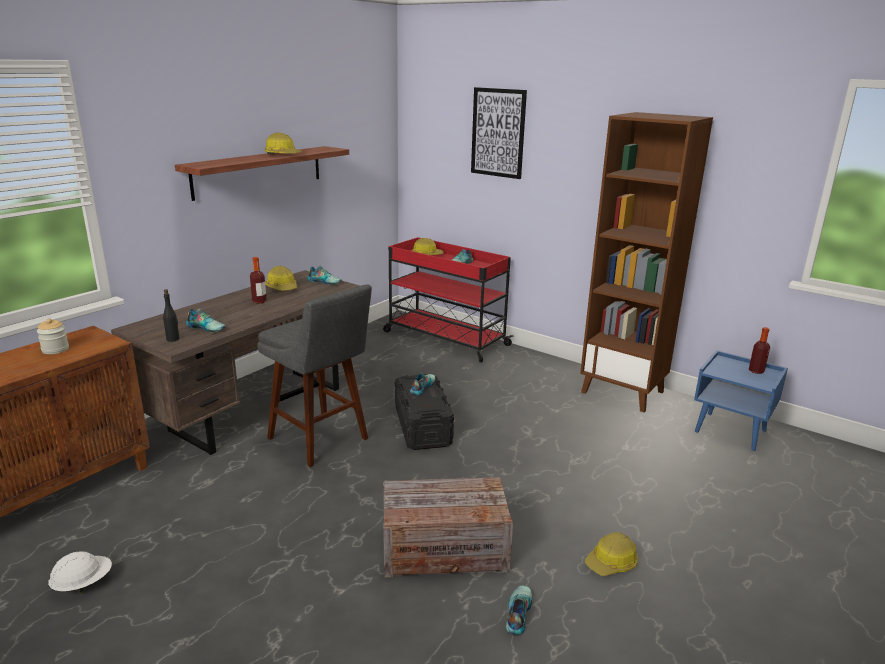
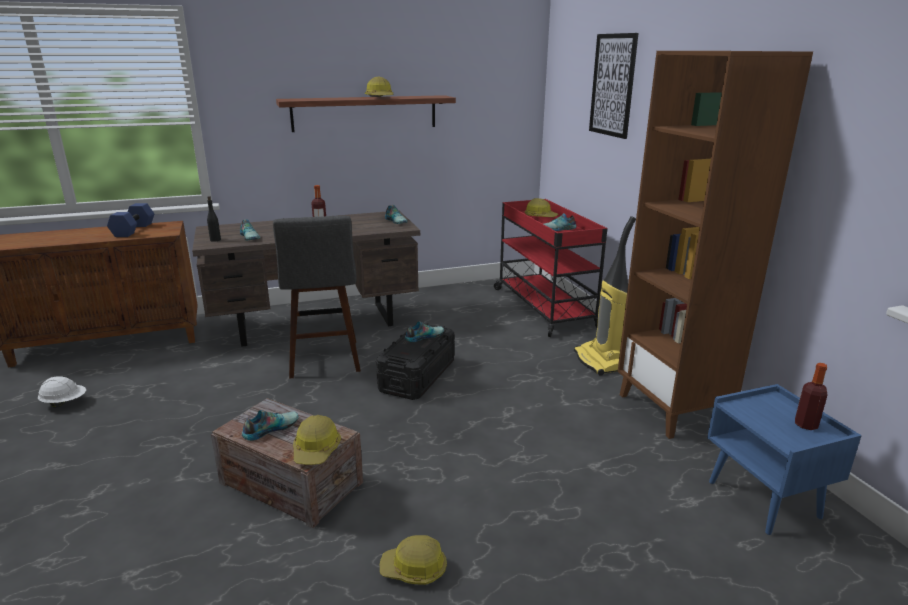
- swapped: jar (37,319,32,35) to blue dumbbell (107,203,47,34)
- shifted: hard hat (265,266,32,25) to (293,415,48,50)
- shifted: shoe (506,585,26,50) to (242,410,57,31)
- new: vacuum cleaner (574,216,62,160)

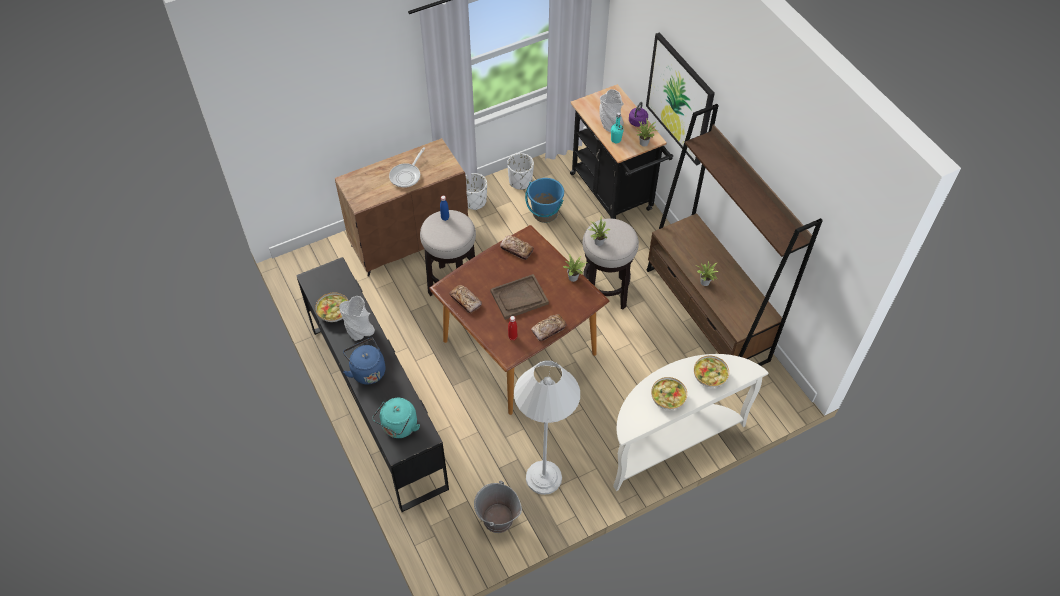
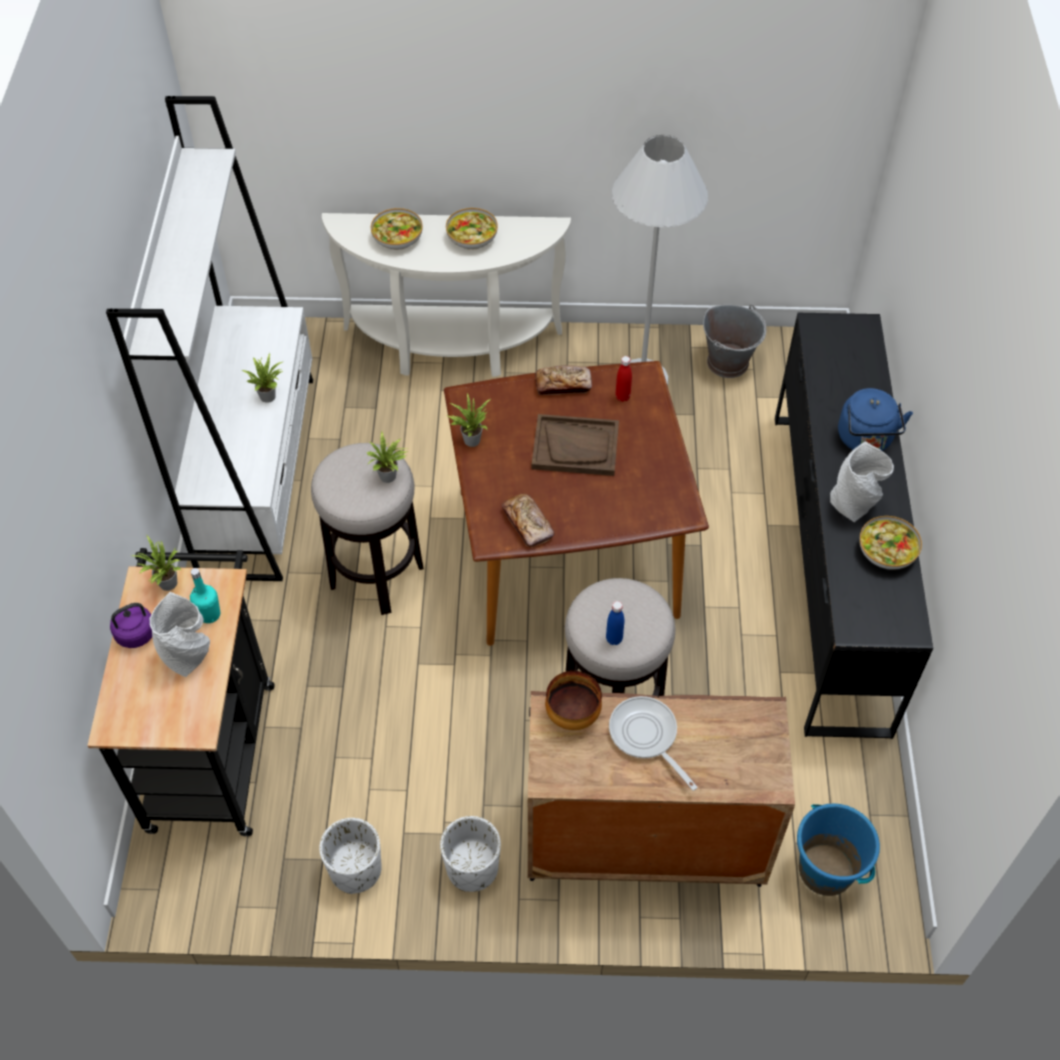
- gone: turquoise kettle (372,398,48,40)
- rotated: frying pan (389,147,36,41) = (609,696,89,95) 90 degrees counterclockwise
- gone: bread (449,285,33,28)
- shifted: blue bucket (525,178,39,45) to (797,803,83,93)
- gone: picture (646,32,69,134)
- repainted: brown bookcase (646,104,177,262) to white bookcase (106,96,207,485)
- new: bowl (545,671,57,59)

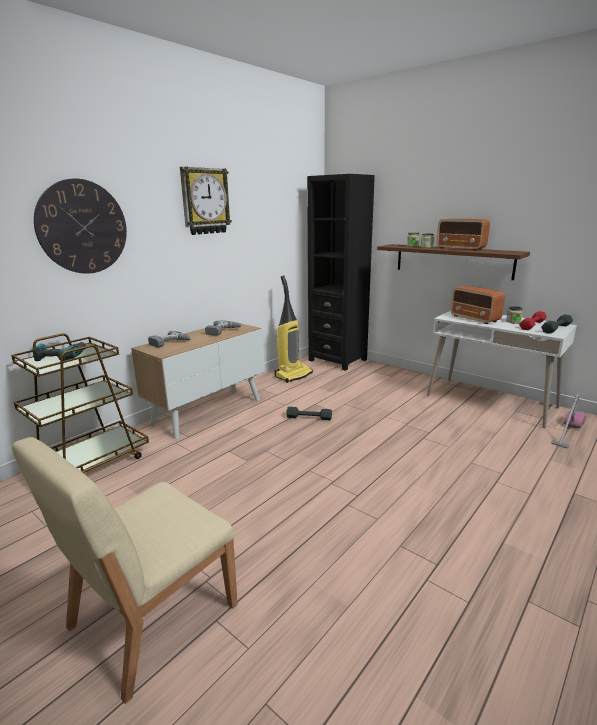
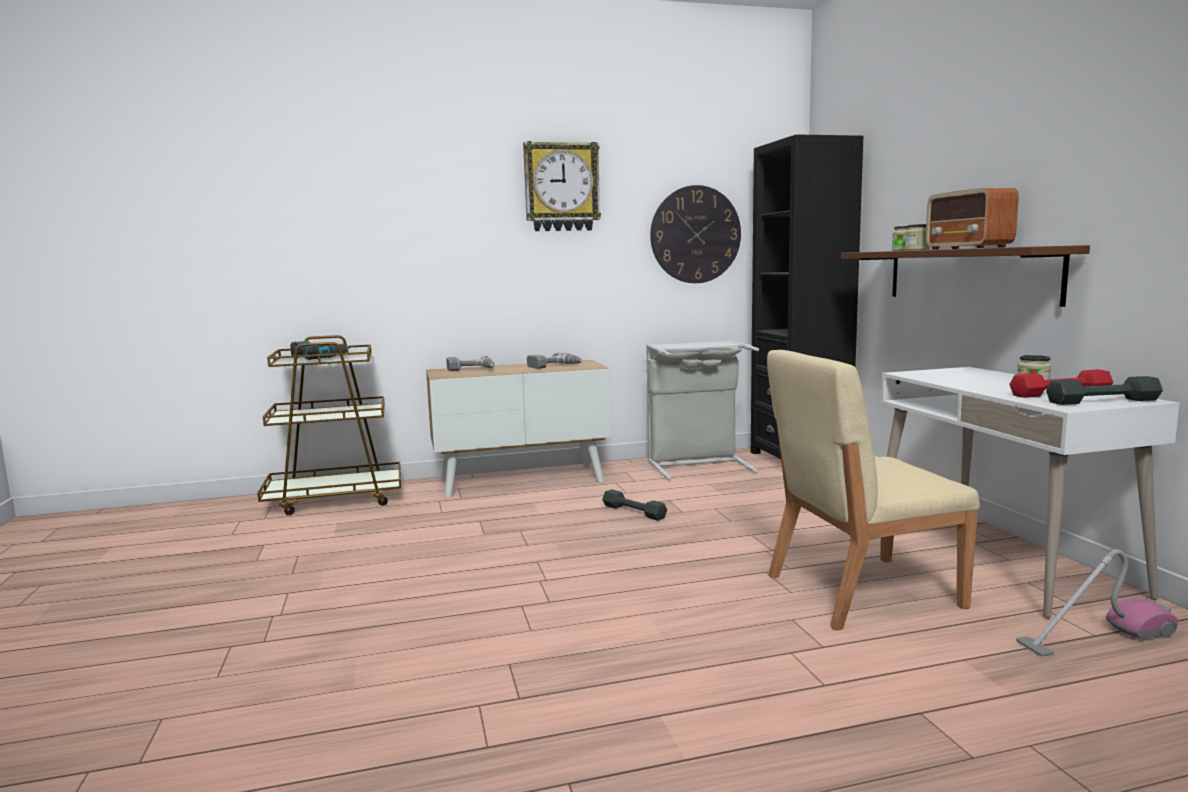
- shifted: beige chair (12,437,225,267) to (767,350,213,280)
- shifted: wall clock (34,178,93,96) to (650,185,91,98)
- swapped: vacuum cleaner (275,276,38,107) to grey laundry basket (646,340,113,140)
- gone: radio (451,286,54,38)

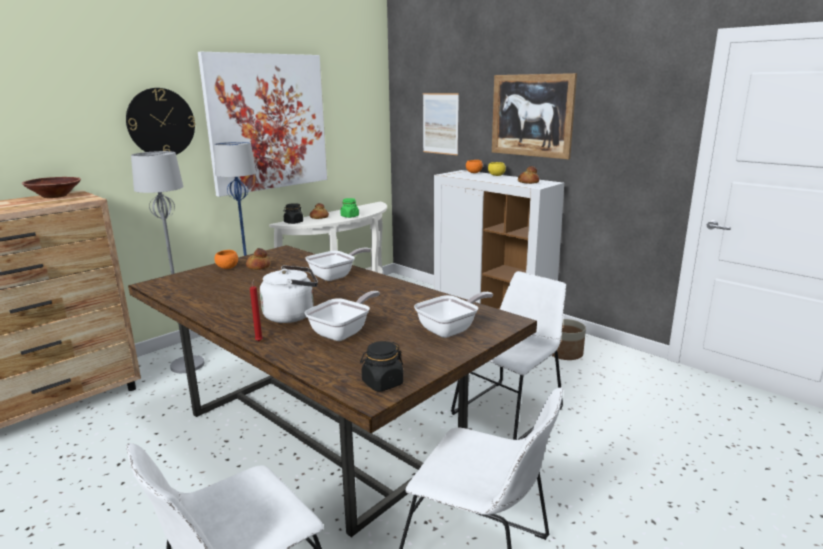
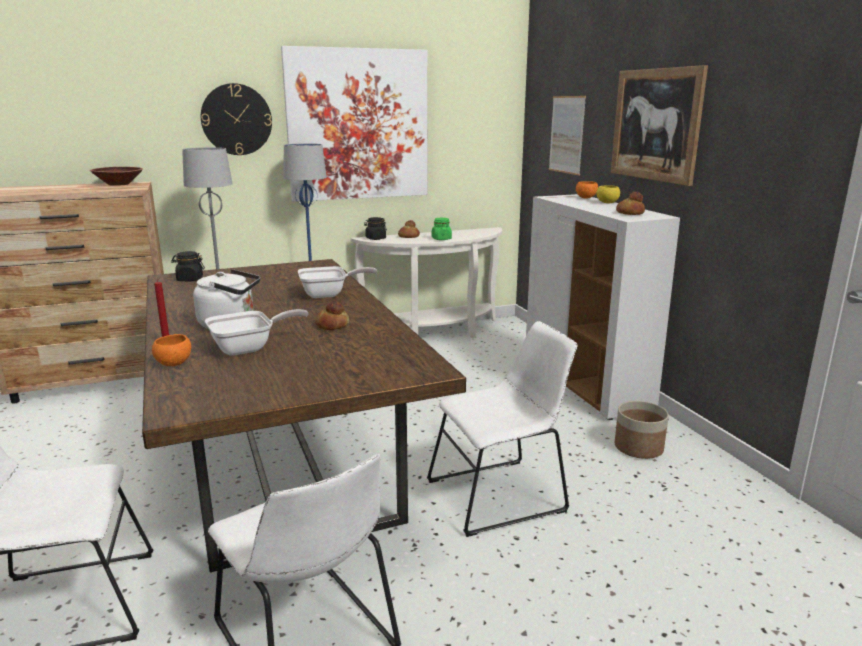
- shifted: orange bowl (214,250,24,19) to (152,334,39,32)
- shifted: bread (246,248,25,22) to (315,300,34,30)
- shifted: black jar (360,341,44,51) to (171,251,34,31)
- gone: frying pan (414,292,79,46)

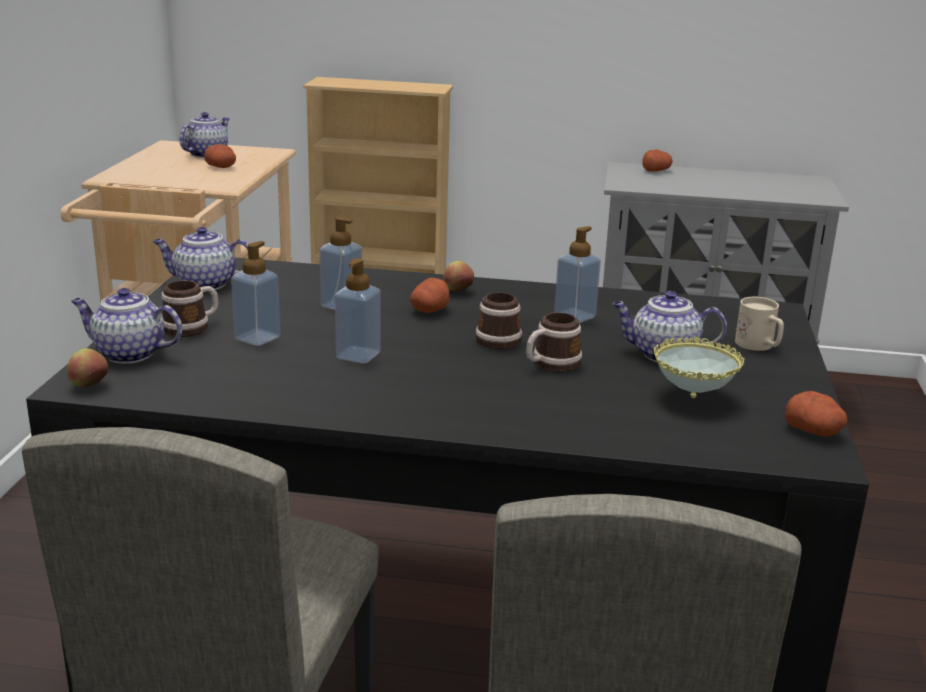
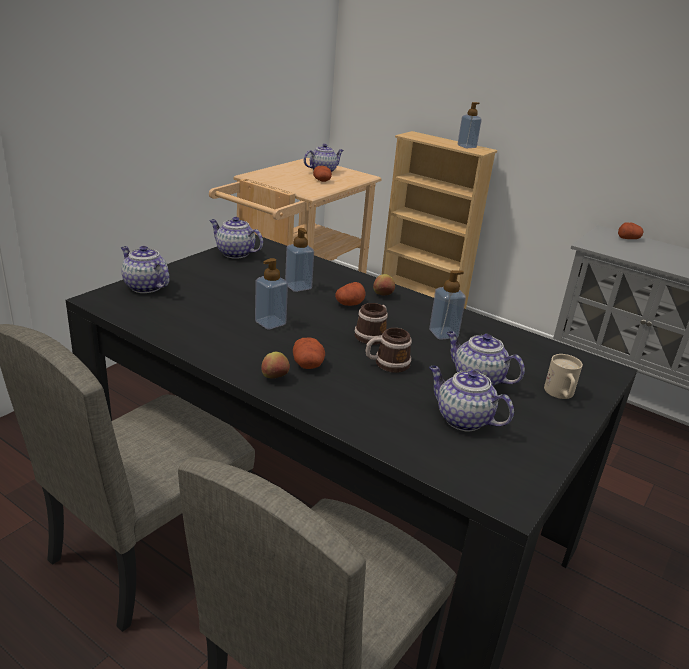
- shifted: apple (67,348,41,39) to (261,352,29,27)
- gone: mug (161,281,58,56)
- shifted: soap dispenser (231,241,49,105) to (458,102,24,46)
- swapped: bowl (653,337,91,61) to teapot (429,366,85,66)
- shifted: potato (785,391,63,46) to (293,337,32,32)

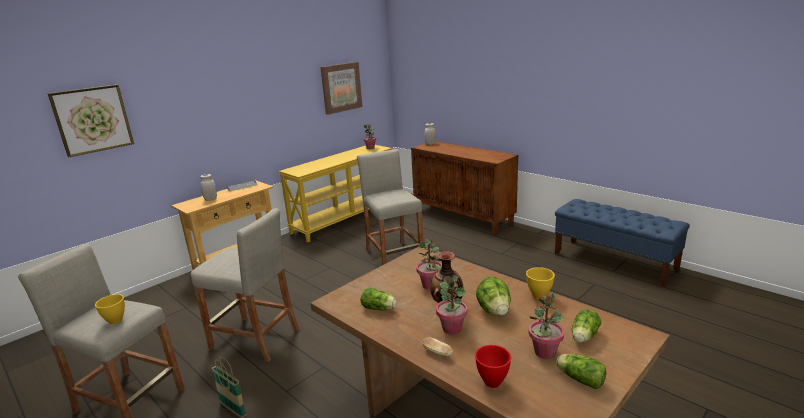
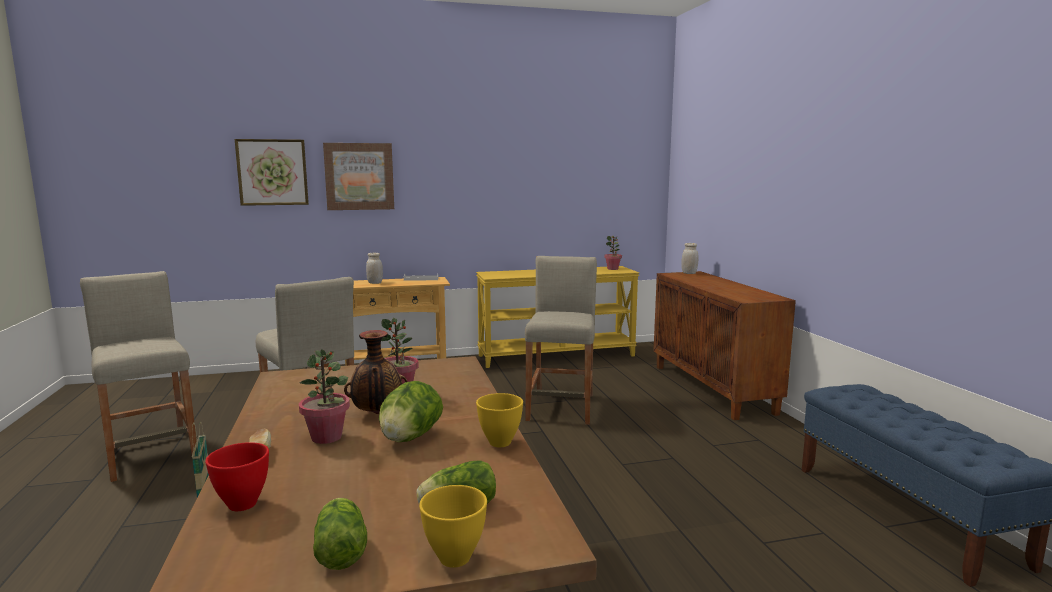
- shifted: yellow bowl (95,294,30,31) to (419,485,68,83)
- shifted: picture (320,62,42,53) to (323,143,71,67)
- gone: lettuce (361,288,36,22)
- gone: potted plant (528,293,36,66)

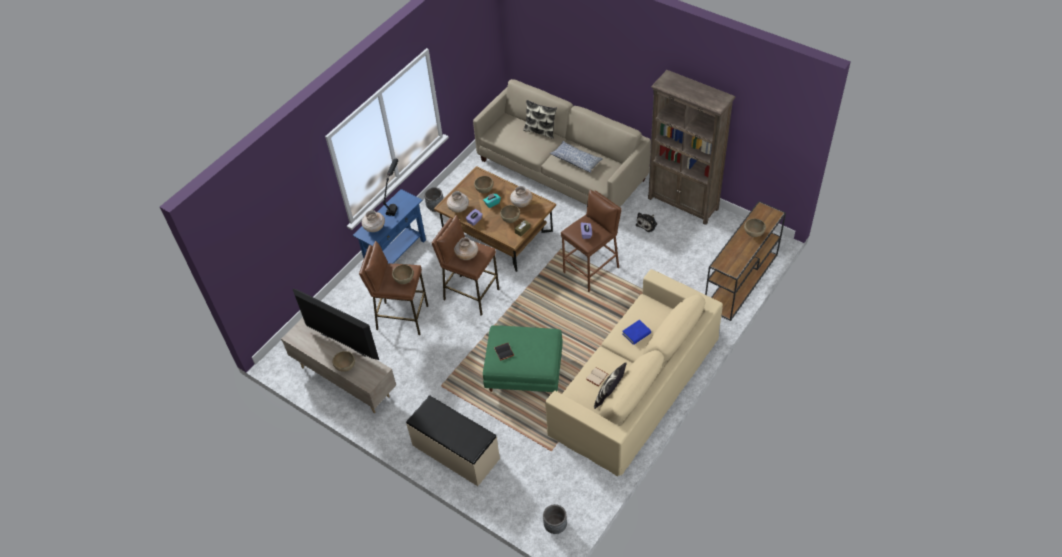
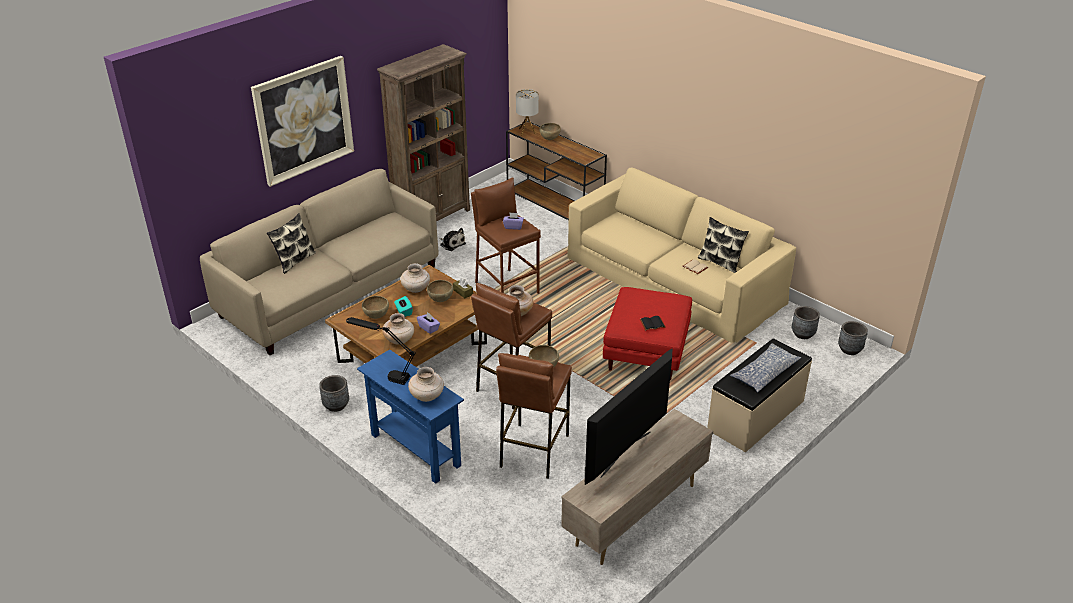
- gone: brown bowl (332,351,23,21)
- repainted: green ottoman (483,325,80,67) to red ottoman (603,287,89,93)
- shifted: pillow (549,141,54,32) to (730,343,71,50)
- gone: blue book (623,319,28,26)
- new: picture (251,56,103,131)
- new: table lamp (516,89,23,46)
- new: grey planter (792,306,28,33)

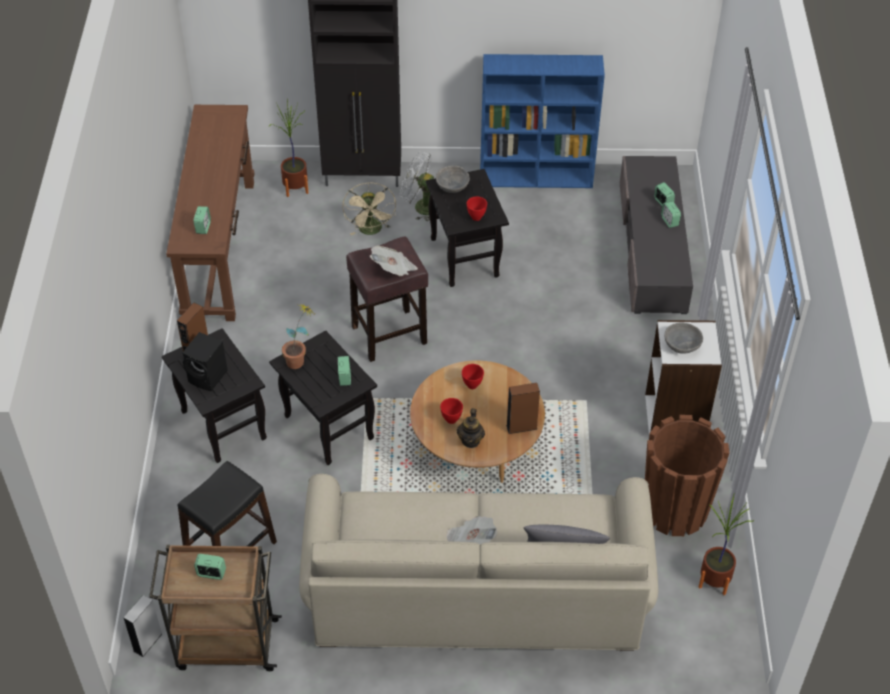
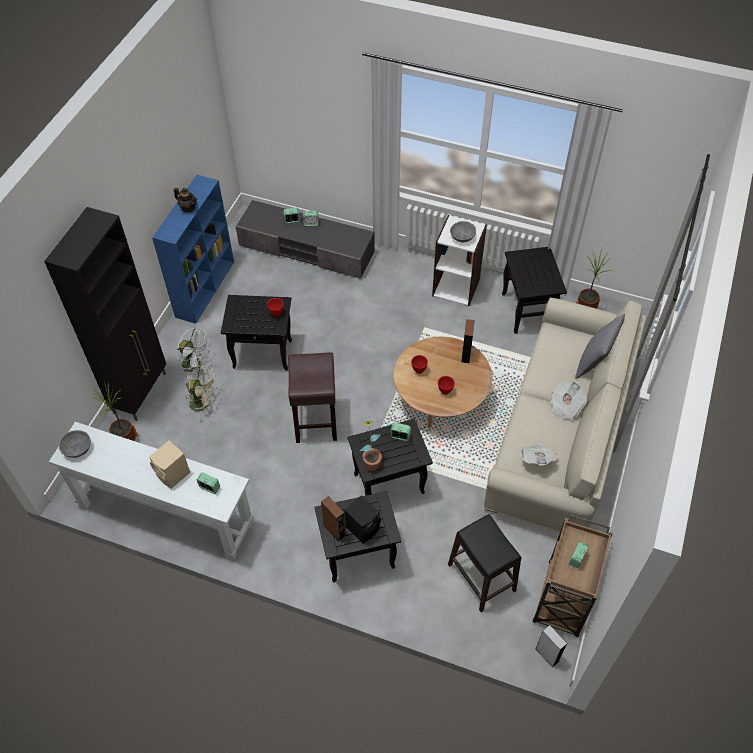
- repainted: brown console table (166,105,88,216) to white console table (49,422,205,139)
- shifted: newspaper (370,245,48,31) to (521,443,36,23)
- rotated: white fan (400,151,34,70) = (177,327,33,52) 105 degrees counterclockwise
- shifted: grey bowl (436,166,34,27) to (59,430,32,28)
- shifted: teapot (457,408,28,40) to (174,188,23,24)
- swapped: brown planter (645,415,84,121) to black side table (502,247,65,87)
- new: beige speaker (149,441,41,48)

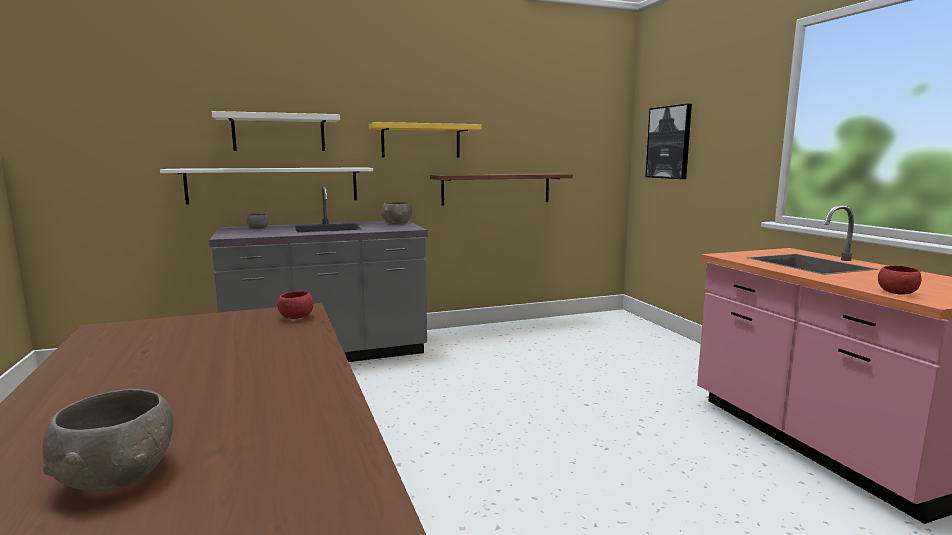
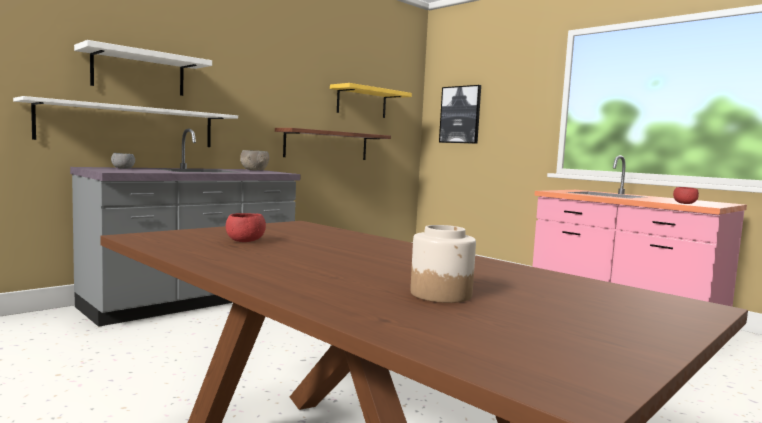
- swapped: grey bowl (42,389,131,102) to jar (410,225,66,78)
- shifted: red bowl (277,291,37,28) to (226,213,40,29)
- shifted: yellow shelf (369,122,113,35) to (330,83,82,35)

